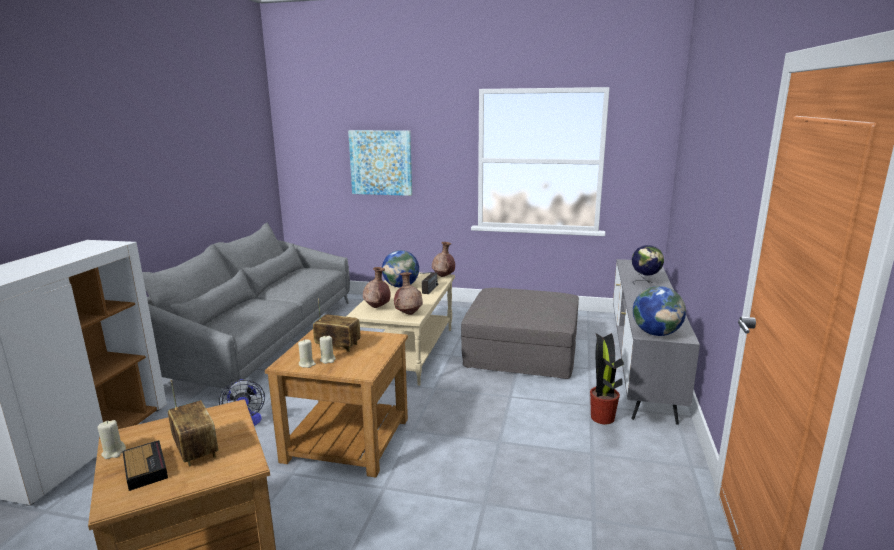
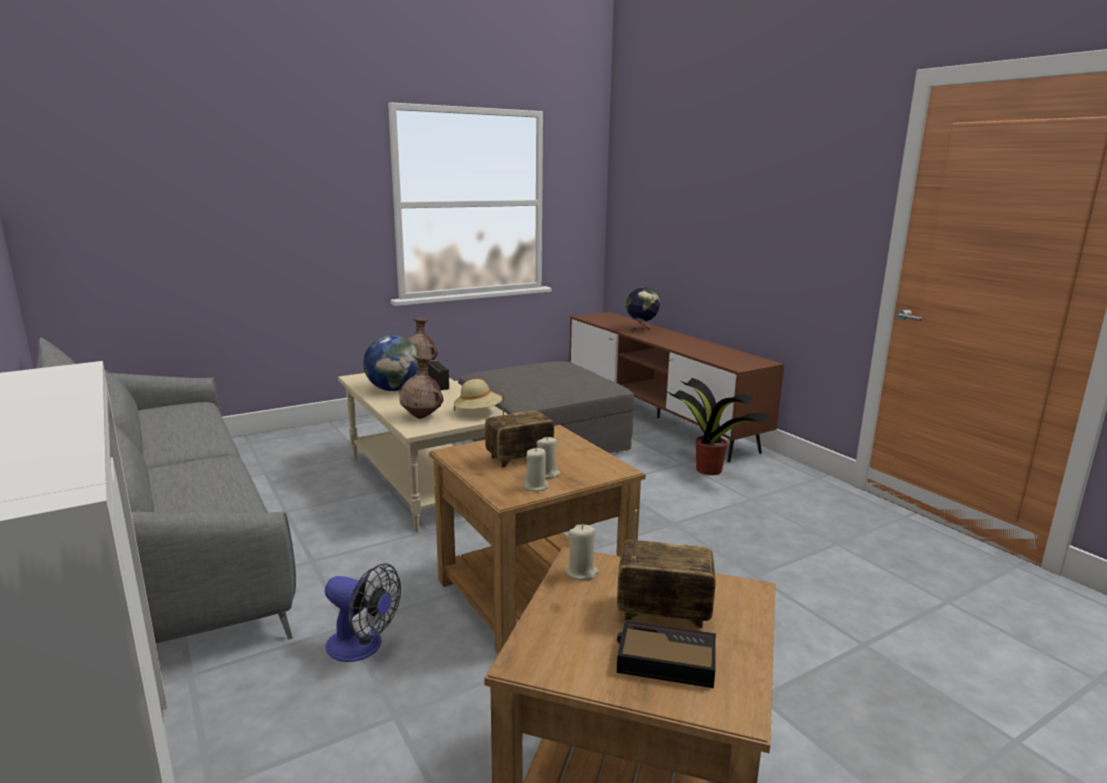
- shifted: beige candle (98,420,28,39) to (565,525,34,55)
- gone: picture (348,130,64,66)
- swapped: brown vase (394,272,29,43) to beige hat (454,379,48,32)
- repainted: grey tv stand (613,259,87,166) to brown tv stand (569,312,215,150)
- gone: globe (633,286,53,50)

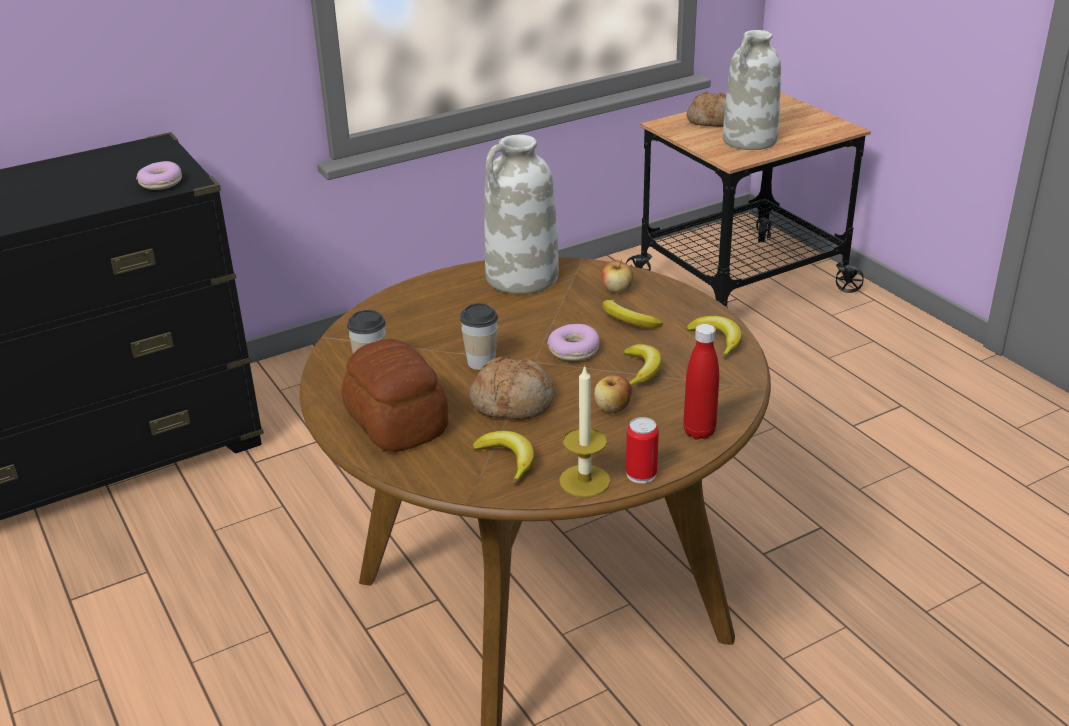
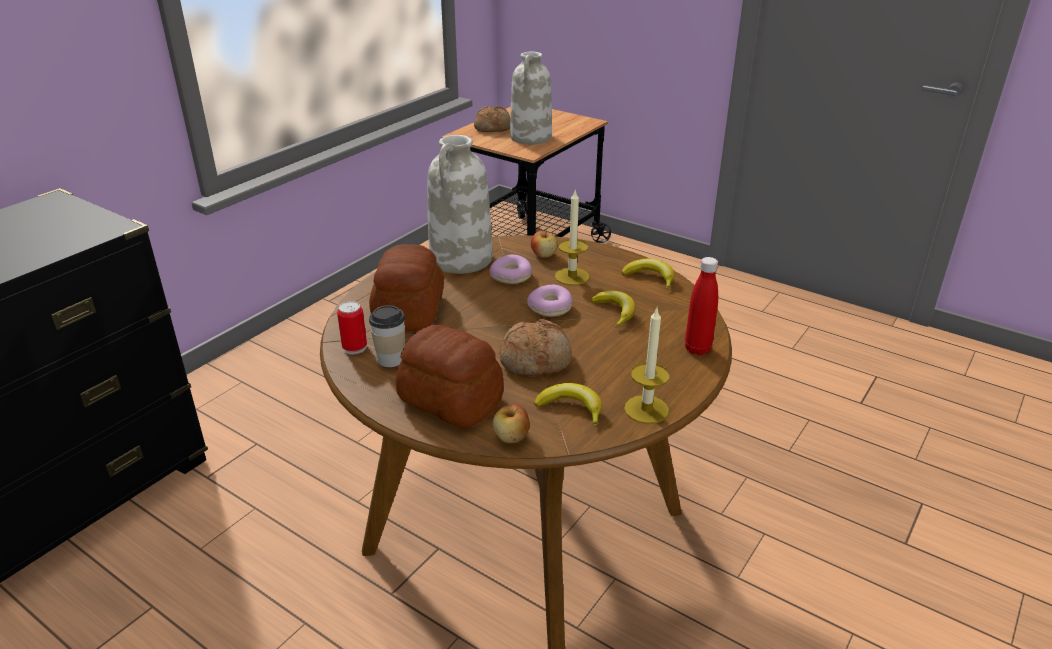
- shifted: donut (136,161,46,29) to (489,254,43,30)
- gone: cup (460,303,38,67)
- shifted: apple (594,375,38,38) to (493,404,37,39)
- swapped: banana (602,299,60,29) to candle (555,191,35,95)
- shifted: can (626,417,33,67) to (337,301,30,53)
- new: bread (369,244,75,87)

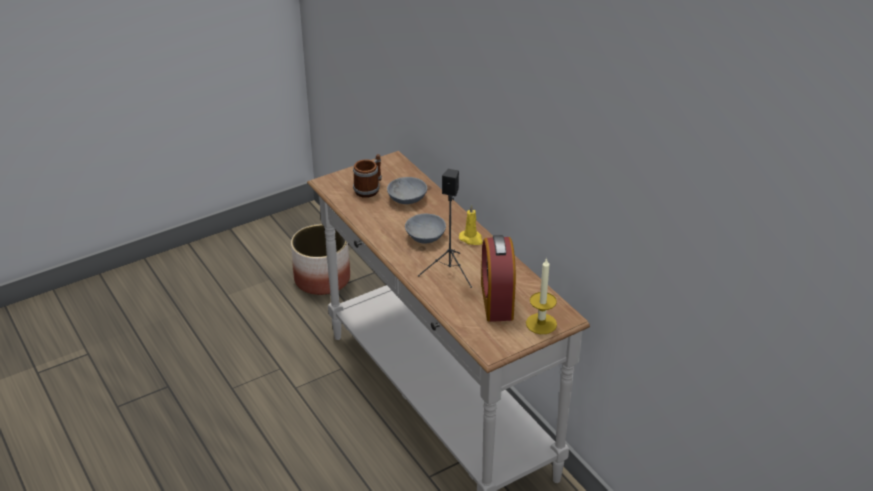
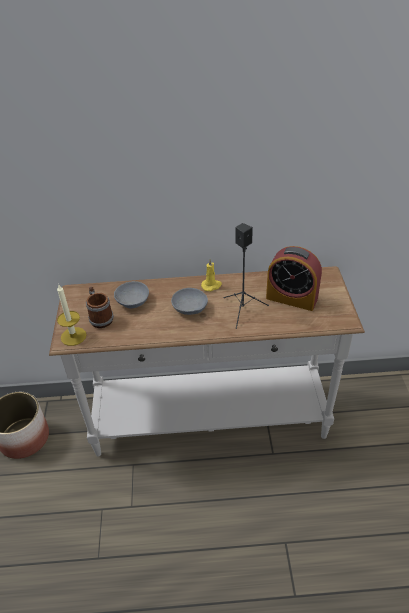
- shifted: candle (526,258,31,76) to (57,285,29,61)

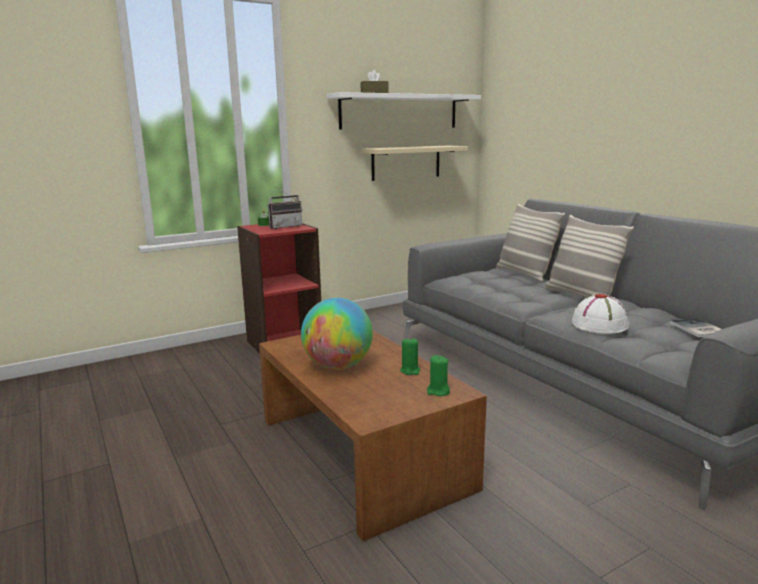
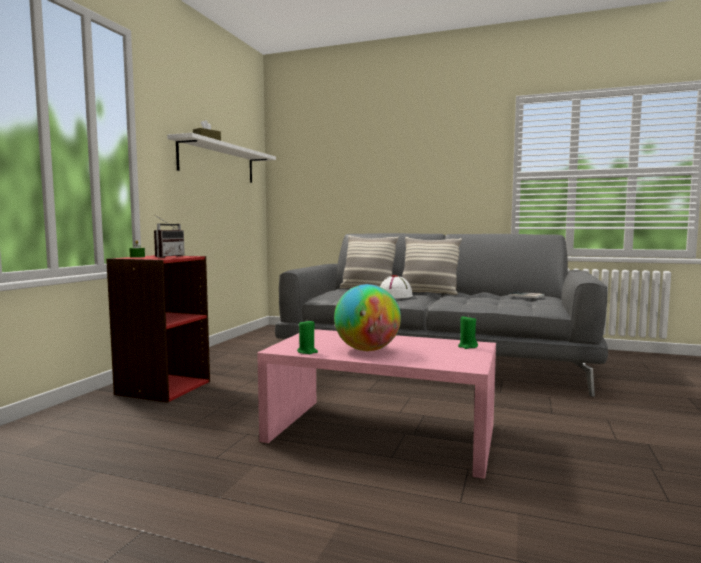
- repainted: brown coffee table (259,331,228,210) to pink coffee table (257,329,239,150)
- gone: beige shelf (361,146,107,35)
- shifted: green candle (400,337,21,38) to (297,320,21,34)
- shifted: white hat (572,294,57,40) to (379,275,34,24)

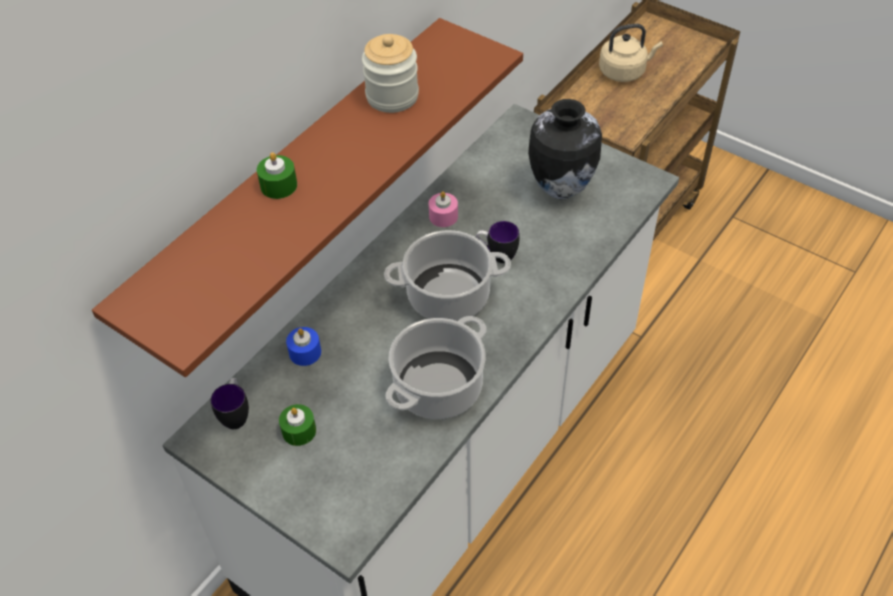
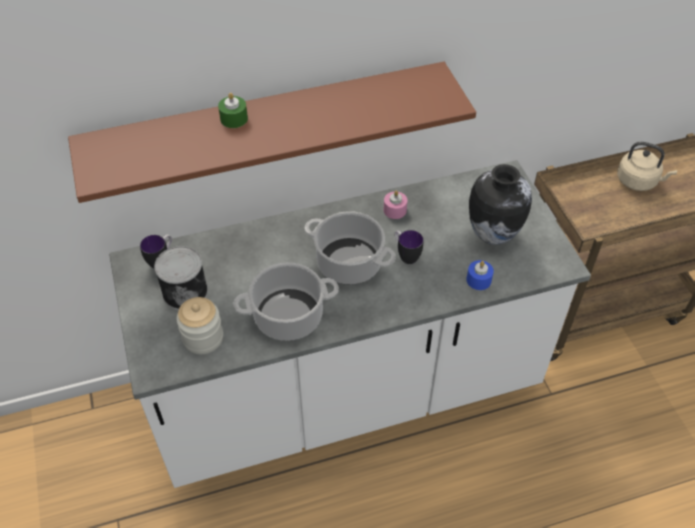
- swapped: green candle (279,404,37,42) to can (154,246,54,64)
- shifted: blue candle (286,327,35,39) to (466,260,28,30)
- shifted: jar (362,34,57,79) to (176,297,47,57)

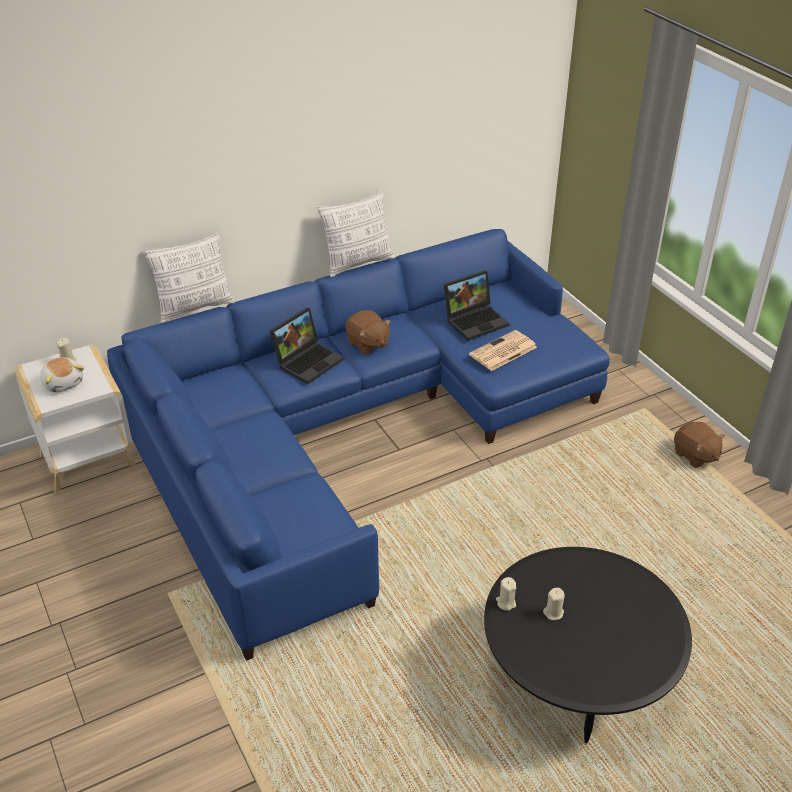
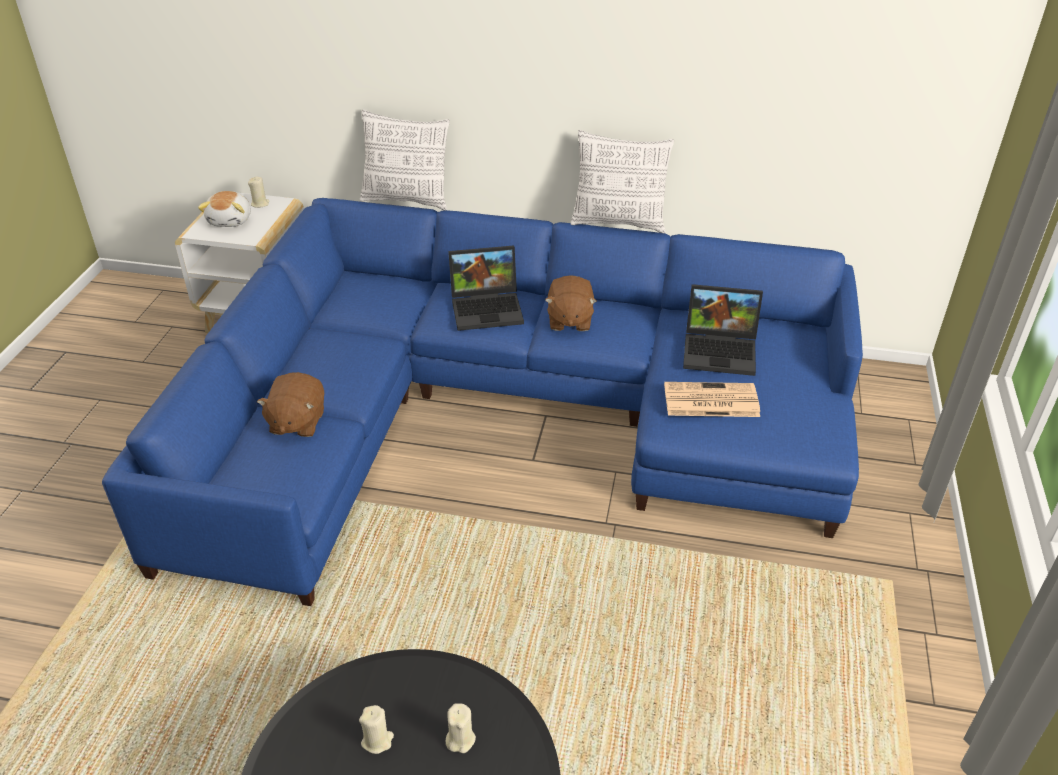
- shifted: beige candle (496,577,20,34) to (446,703,30,50)
- shifted: brown plush toy (674,422,51,46) to (257,372,67,65)

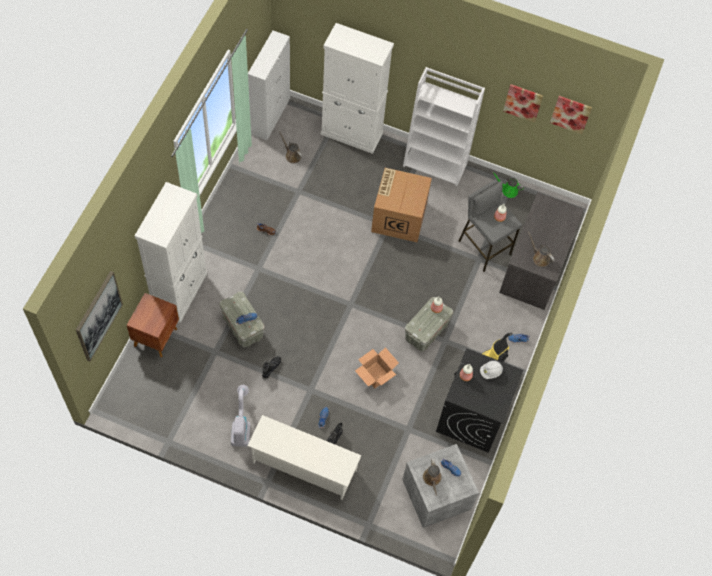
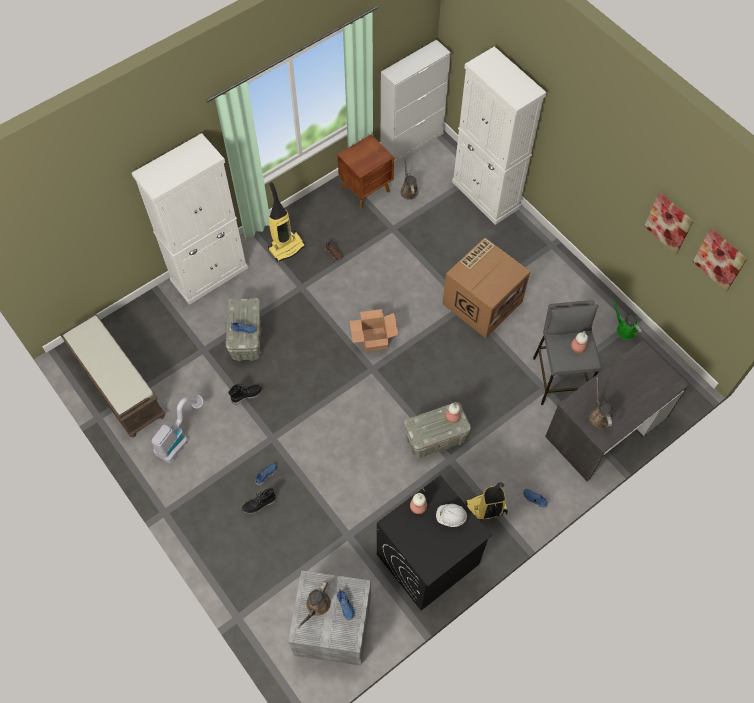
- gone: picture (76,271,47,90)
- shifted: brown nightstand (127,293,52,64) to (337,134,57,76)
- gone: white shoe rack (247,415,115,85)
- shifted: cardboard box (355,347,44,41) to (350,309,48,43)
- gone: white bookcase (403,67,82,119)
- new: brown bench (60,313,105,124)
- new: vacuum cleaner (268,182,37,80)

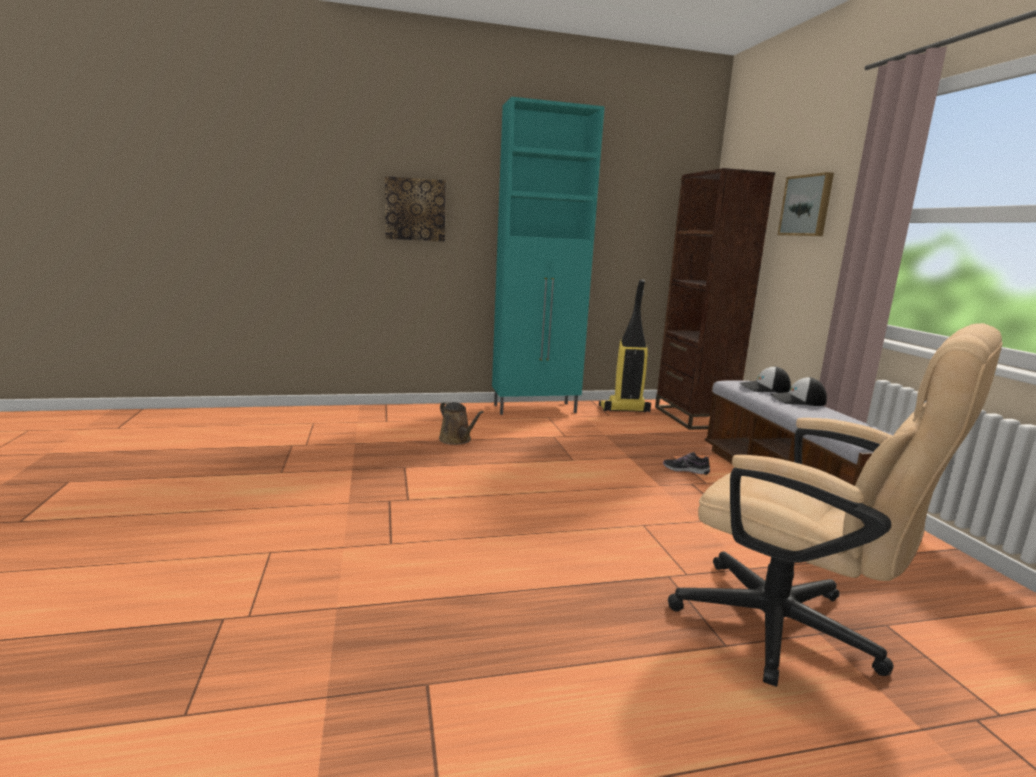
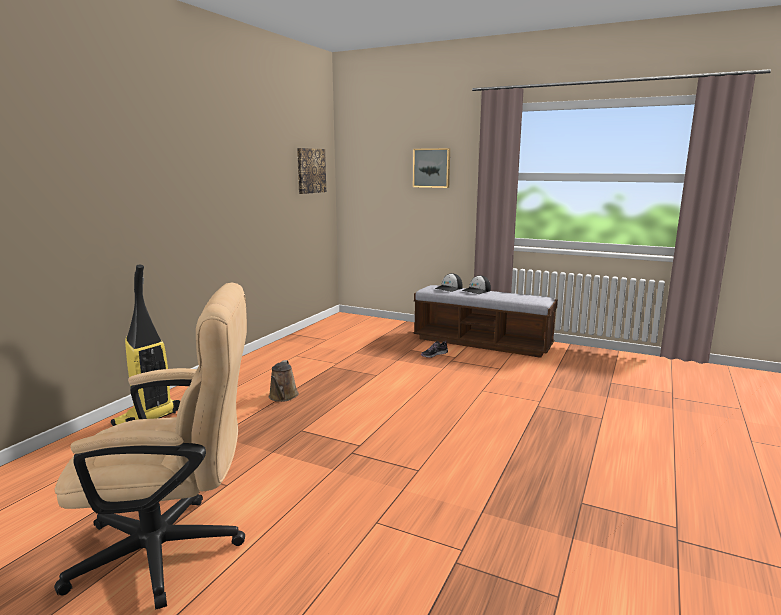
- shifted: picture (385,176,61,65) to (297,148,29,46)
- rotated: brown watering can (439,401,45,44) = (269,360,30,42) 90 degrees clockwise
- gone: turquoise cabinet (492,97,113,318)
- shifted: vacuum cleaner (599,279,52,133) to (111,265,69,161)
- gone: brown bookcase (655,168,120,262)
- shifted: beige office chair (668,323,335,364) to (54,282,193,328)

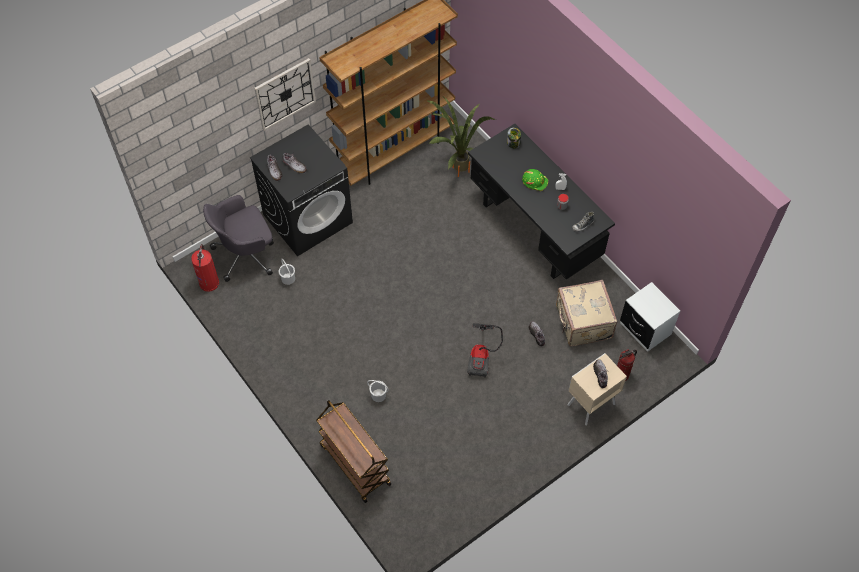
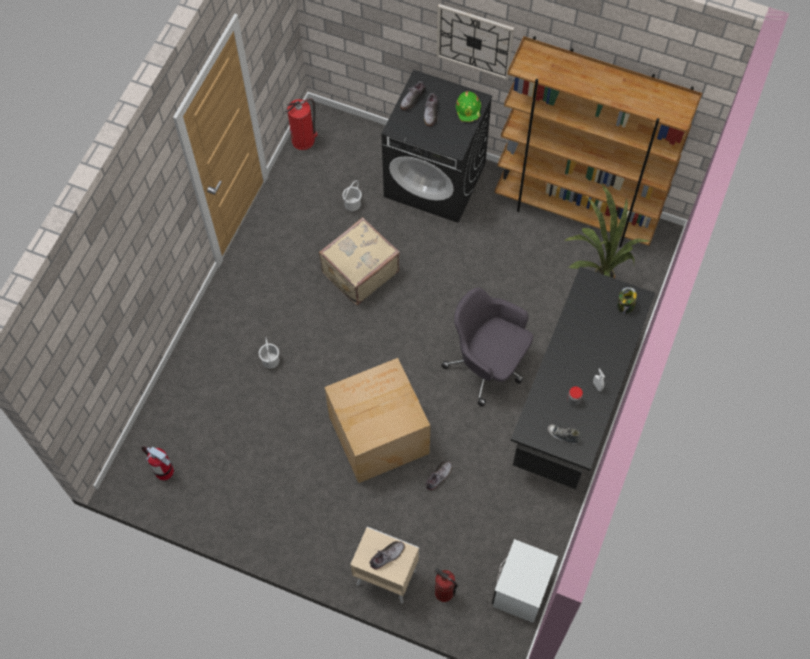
- shifted: grey office chair (203,195,71,87) to (441,287,92,120)
- gone: brown cart (316,400,75,103)
- swapped: vacuum cleaner (467,323,36,54) to cardboard box (324,358,106,125)
- shifted: green hard hat (522,169,26,22) to (456,91,25,31)
- shifted: beige suitcase (556,280,61,66) to (319,217,81,88)
- new: fire extinguisher (141,446,33,34)

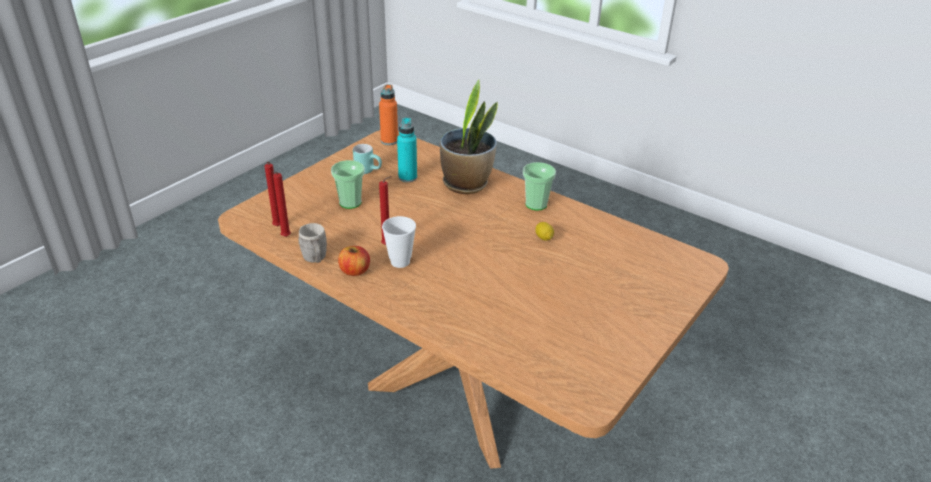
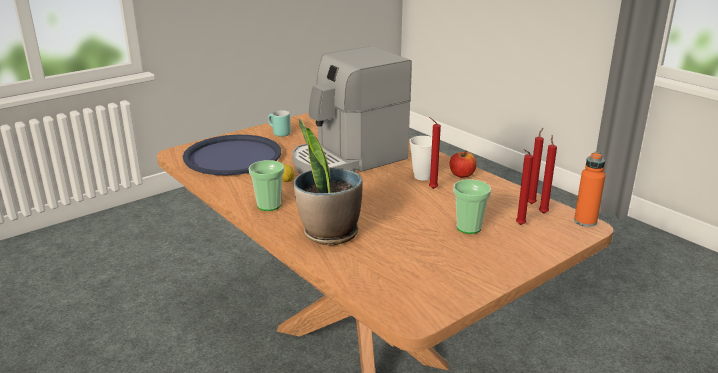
- gone: grey mug (298,223,29,40)
- shifted: turquoise mug (353,144,29,30) to (268,110,23,27)
- shifted: orange bottle (379,84,19,61) to (574,152,31,75)
- gone: turquoise bottle (397,117,20,65)
- new: blue tray (183,135,98,40)
- new: coffee machine (292,46,120,128)
- new: red candle (516,149,17,76)

